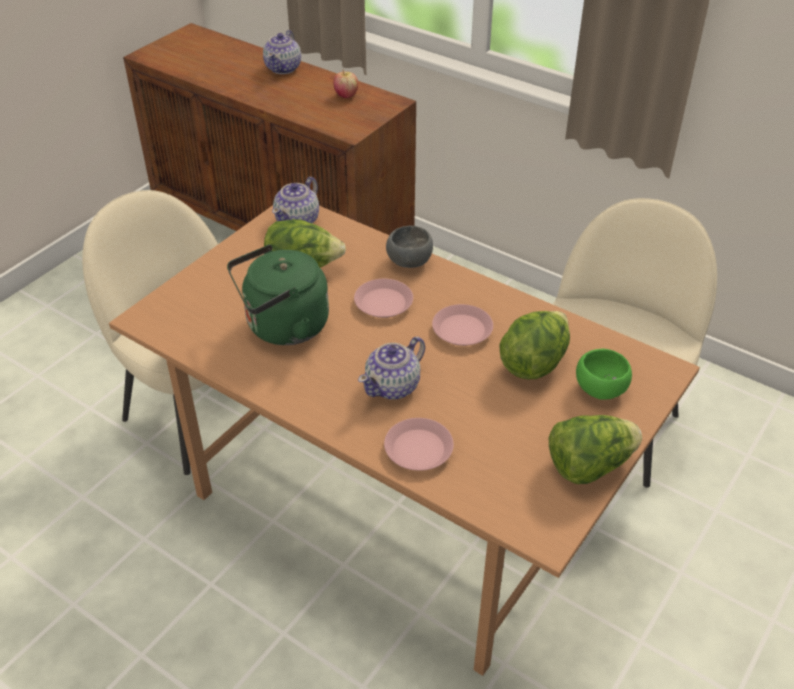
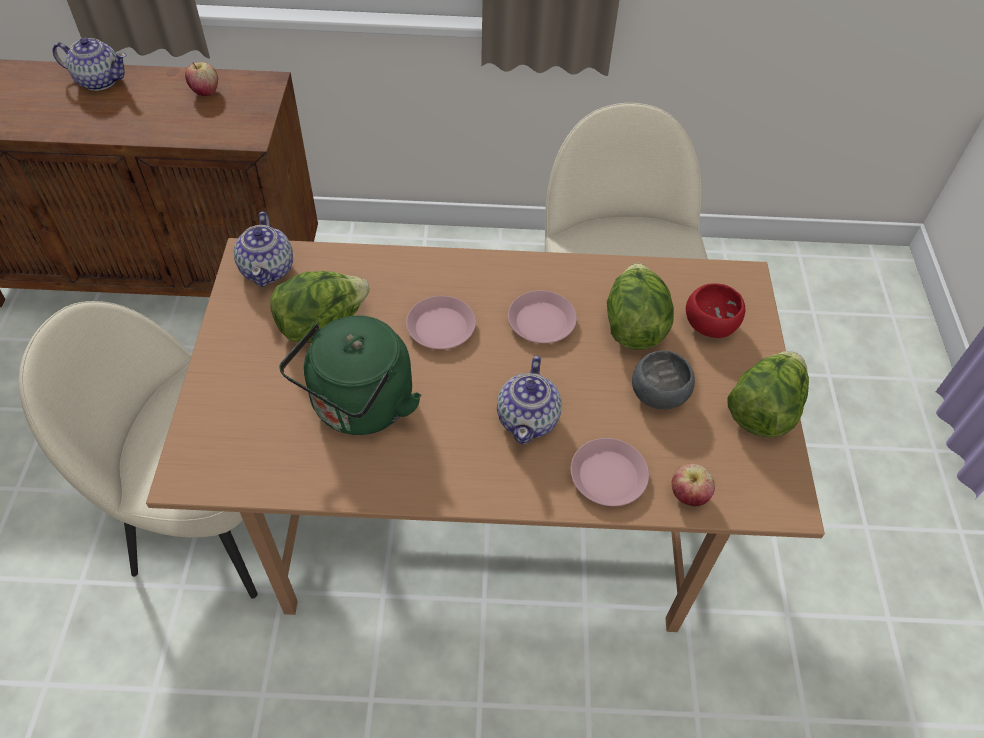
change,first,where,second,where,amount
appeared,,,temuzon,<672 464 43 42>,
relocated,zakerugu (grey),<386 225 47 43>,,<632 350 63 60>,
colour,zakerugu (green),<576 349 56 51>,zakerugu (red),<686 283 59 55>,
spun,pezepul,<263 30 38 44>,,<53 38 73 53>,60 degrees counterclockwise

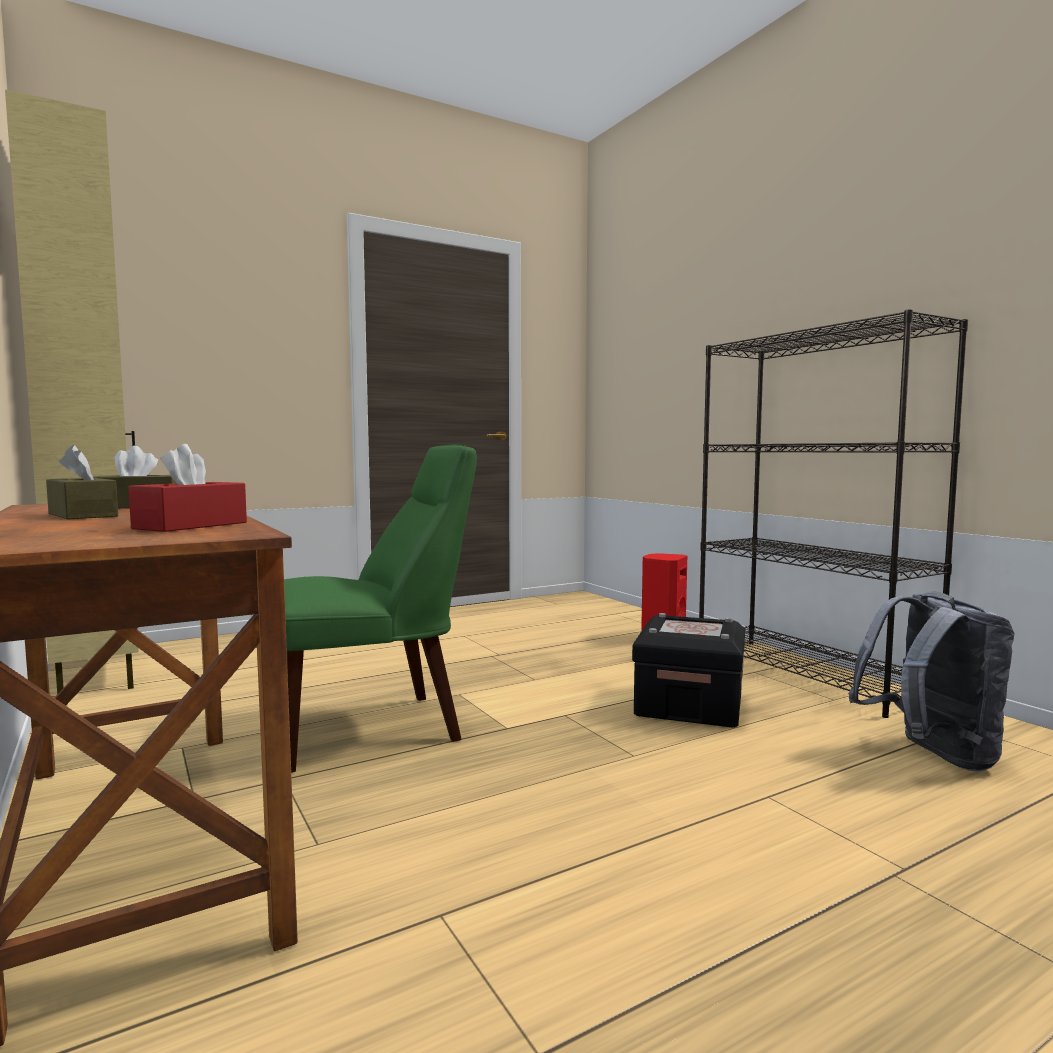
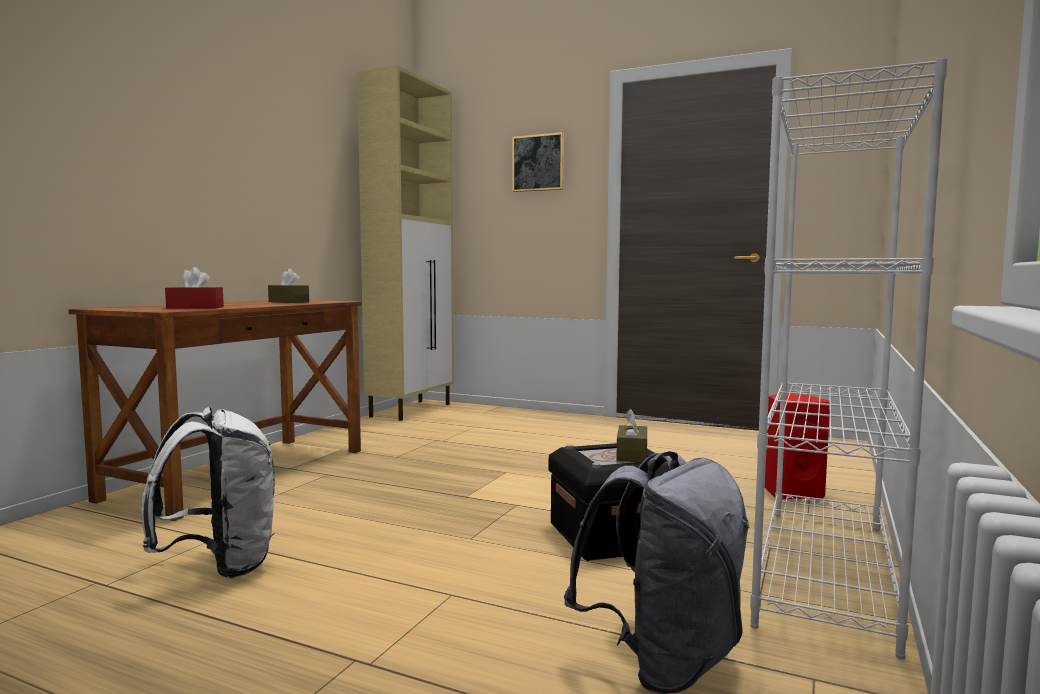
change,first,where,second,where,amount
missing,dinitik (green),<284 445 193 328>,,,
appeared,,,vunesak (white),<142 406 133 173>,
appeared,,,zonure,<512 132 52 60>,
relocated,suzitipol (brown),<46 445 72 74>,,<616 409 31 53>,
colour,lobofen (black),<699 309 269 409>,lobofen (white),<750 58 198 602>,

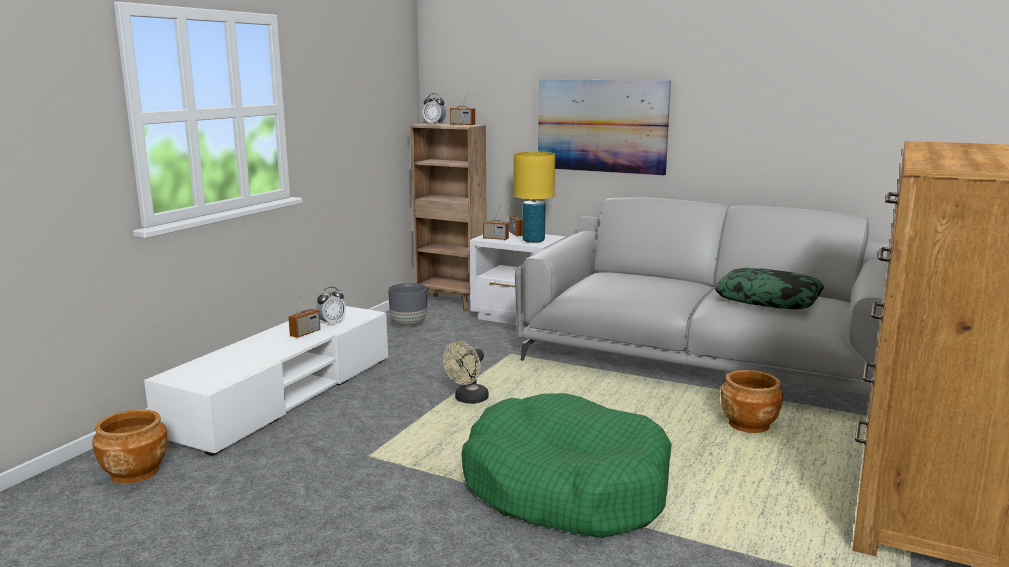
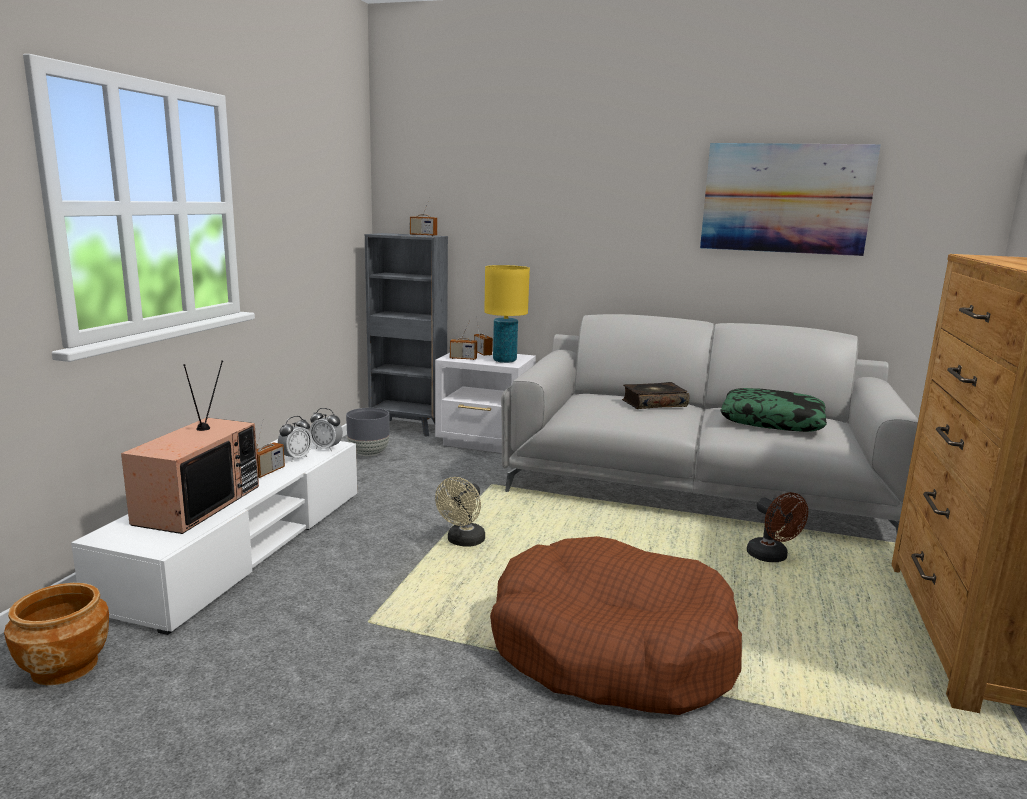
change,first,where,second,where,amount
appeared,,,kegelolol,<121 360 138 174>,
appeared,,,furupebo,<622 382 67 27>,
relocated,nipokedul,<423 93 23 32>,,<309 408 34 43>,
relocated,zonure,<538 79 133 96>,,<700 143 181 113>,
exchanged,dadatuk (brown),<721 370 63 63>,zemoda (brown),<747 492 61 70>,
colour,lobofen (brown),<410 123 76 188>,lobofen (grey),<365 233 83 204>,
colour,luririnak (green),<462 393 210 145>,luririnak (brown),<490 536 252 179>,

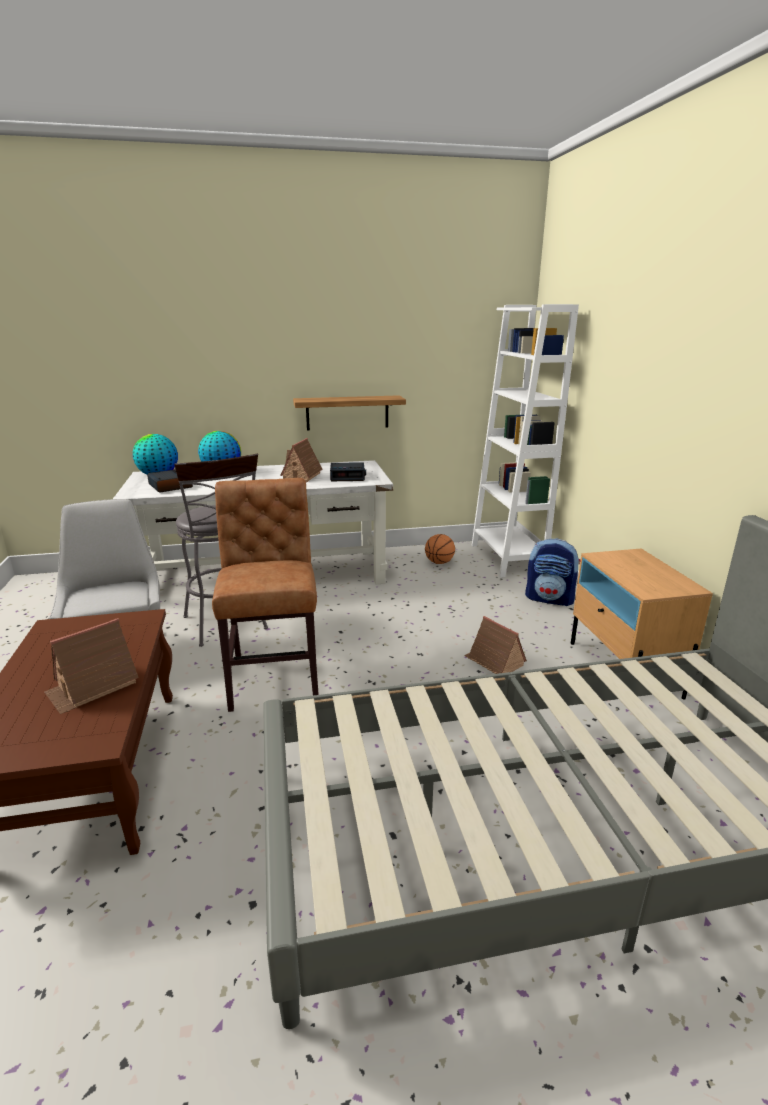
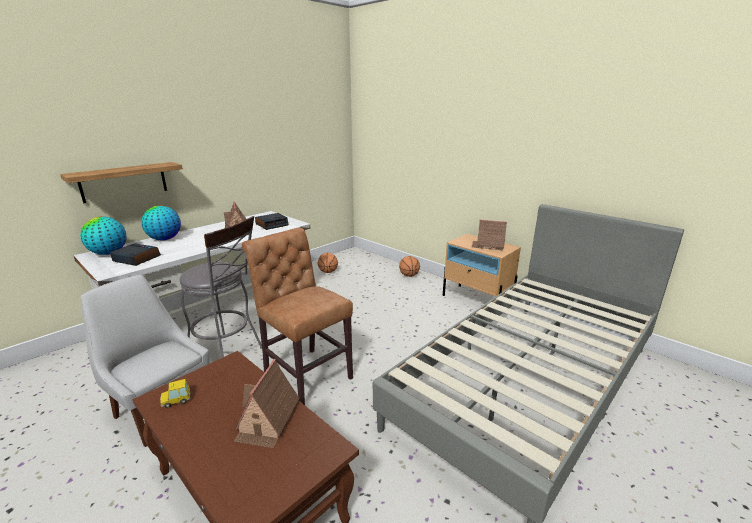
change,first,where,second,where,amount
missing,lobofen (white),<471 304 108 273>,,,
appeared,,,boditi,<160 379 30 29>,
relocated,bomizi,<293 395 113 35>,,<60 162 123 41>,
relocated,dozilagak,<464 616 63 58>,,<472 220 35 31>,
exchanged,vunesak,<525 538 56 68>,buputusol,<399 256 21 21>,

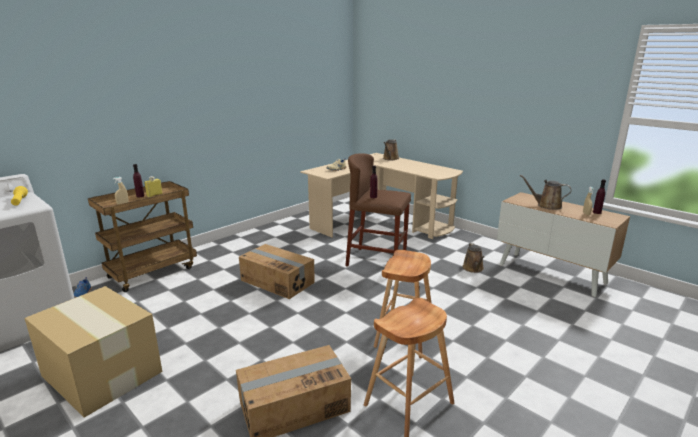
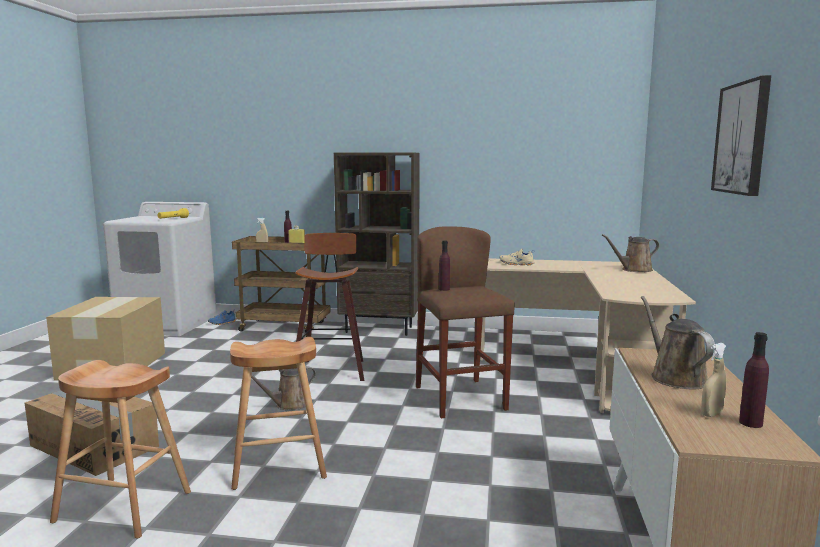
change,first,where,second,where,amount
appeared,,,lobofen (brown),<334 153 86 183>,
appeared,,,zonure,<711 75 60 121>,
relocated,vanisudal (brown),<462 243 22 30>,,<251 366 65 44>,
exchanged,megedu,<239 244 76 55>,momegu,<295 233 69 148>,

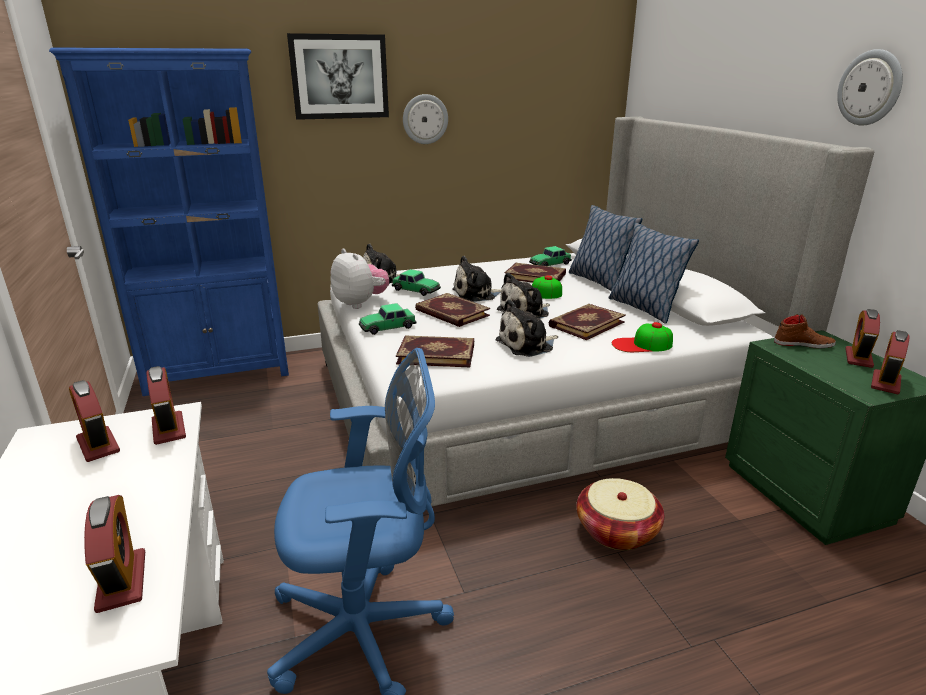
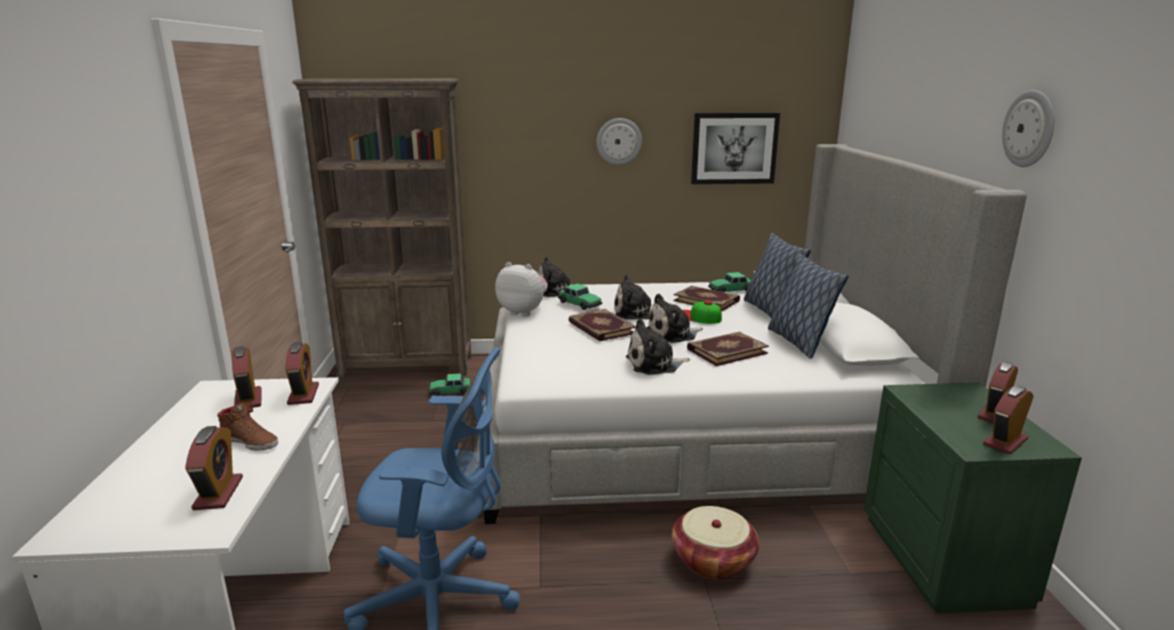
change,first,where,second,where,amount
missing,furupebo,<396 336 78 31>,,,
missing,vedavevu,<612 322 61 30>,,,
relocated,zonure,<287 33 102 87>,,<691 113 89 71>,
relocated,boditi,<359 303 57 32>,,<429 373 42 23>,
relocated,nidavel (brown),<774 314 62 34>,,<217 402 61 49>,
colour,lobofen (blue),<49 47 240 349>,lobofen (brown),<292 78 179 301>,
spun,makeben,<331 249 58 60>,,<495 262 53 54>,45 degrees counterclockwise

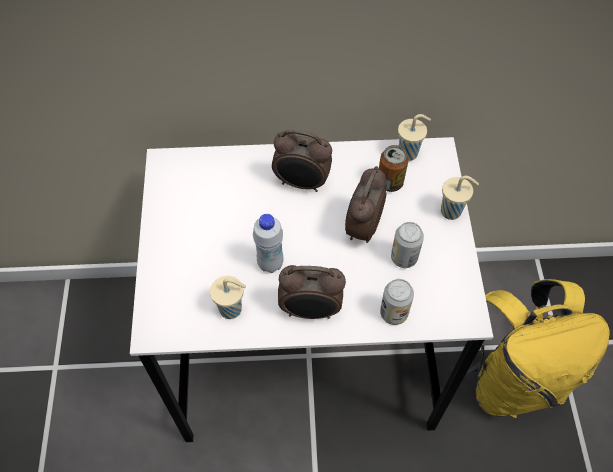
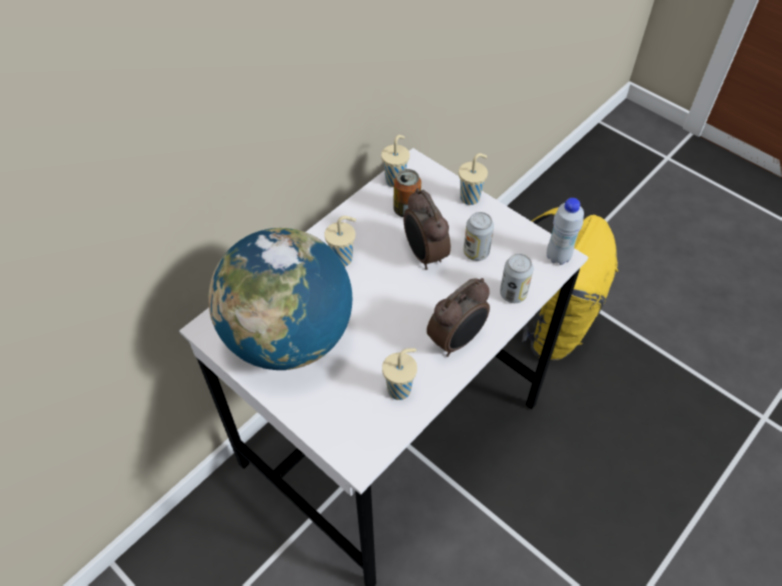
change,first,where,second,where,amount
appeared,,,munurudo,<208 228 144 142>,
relocated,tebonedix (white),<253 214 31 59>,,<547 198 37 67>,
exchanged,nipokedul,<272 129 60 63>,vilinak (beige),<324 216 32 51>,

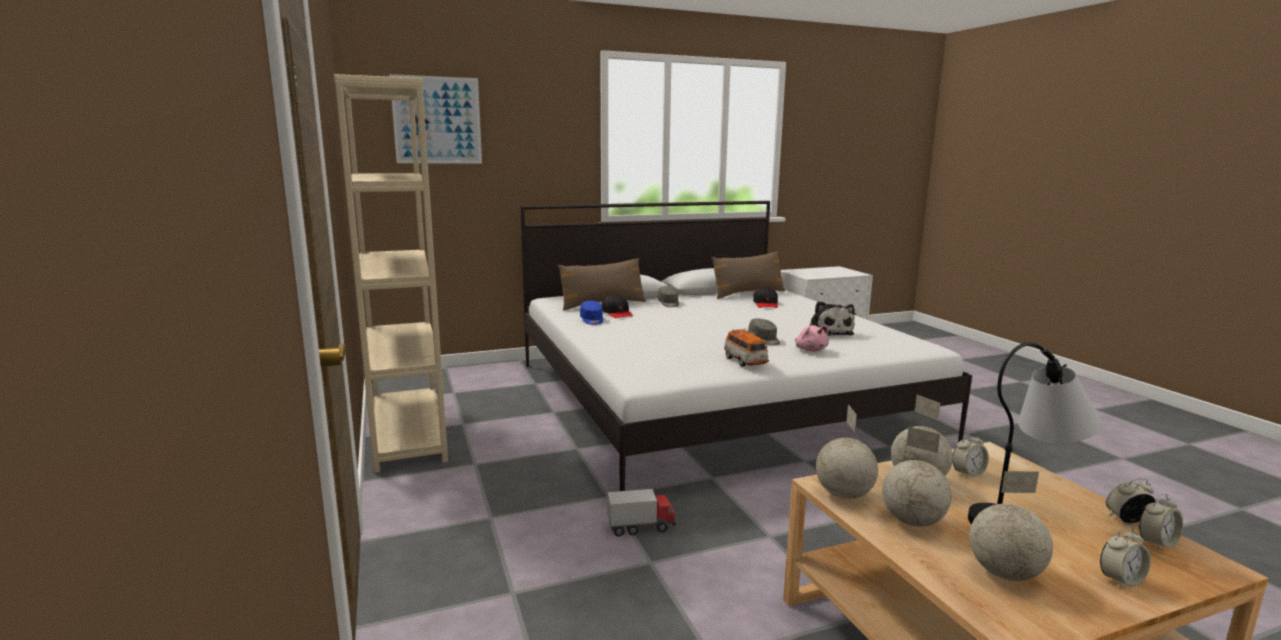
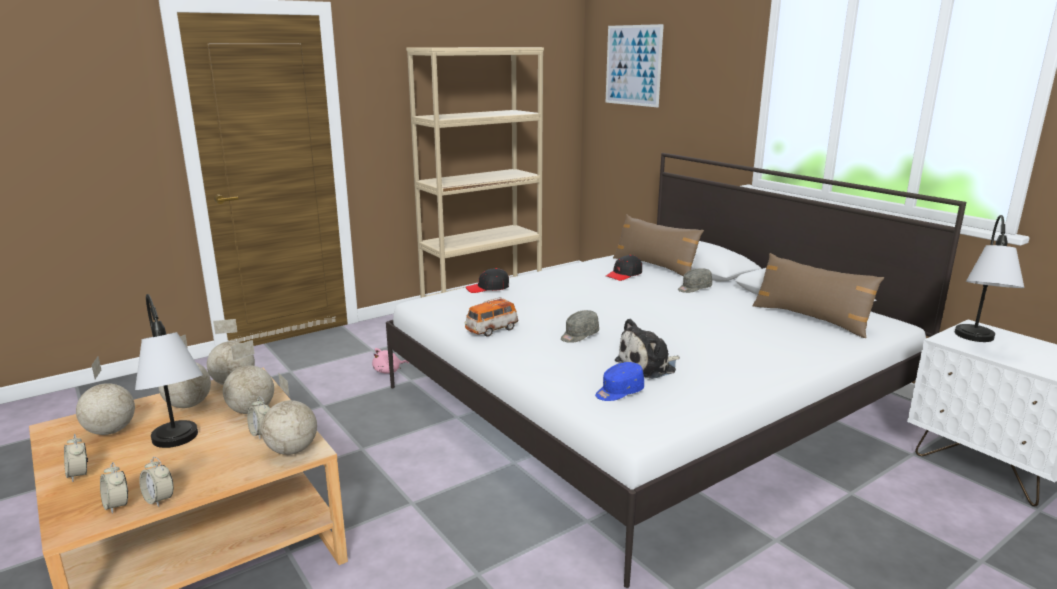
change,first,where,second,where,amount
missing,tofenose,<607 489 69 48>,,,
appeared,,,munurudo,<261 373 56 82>,
appeared,,,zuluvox,<955 215 69 127>,
relocated,vedavevu (blue),<580 301 23 24>,,<595 362 49 39>,
relocated,vedavevu (black),<753 286 25 22>,,<466 268 43 25>,
relocated,makeben (pink),<795 325 34 27>,,<372 348 37 26>,
spun,nipokedul,<1106 478 49 45>,,<139 457 35 50>,150 degrees clockwise

